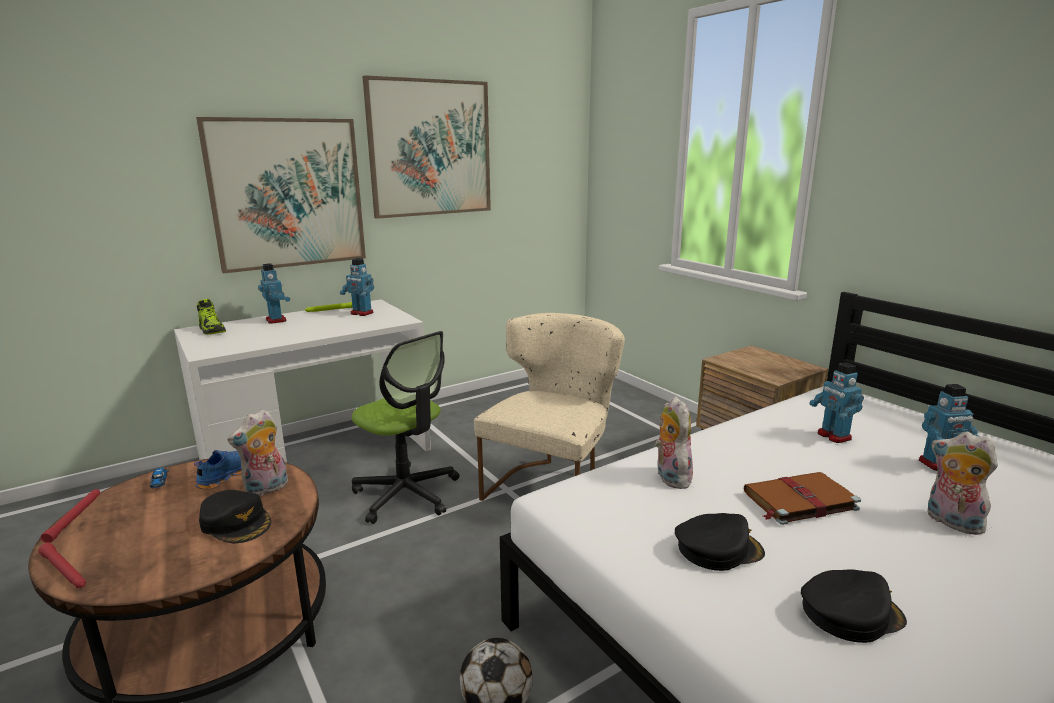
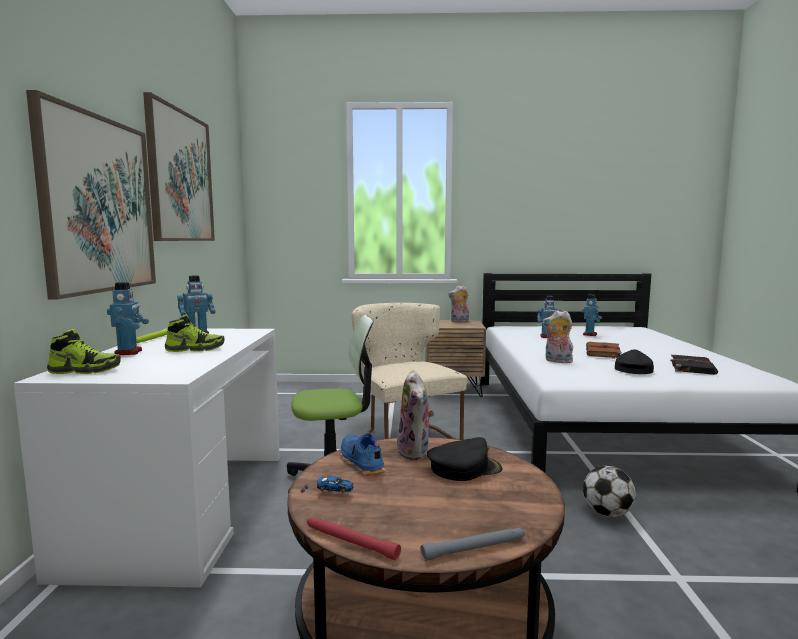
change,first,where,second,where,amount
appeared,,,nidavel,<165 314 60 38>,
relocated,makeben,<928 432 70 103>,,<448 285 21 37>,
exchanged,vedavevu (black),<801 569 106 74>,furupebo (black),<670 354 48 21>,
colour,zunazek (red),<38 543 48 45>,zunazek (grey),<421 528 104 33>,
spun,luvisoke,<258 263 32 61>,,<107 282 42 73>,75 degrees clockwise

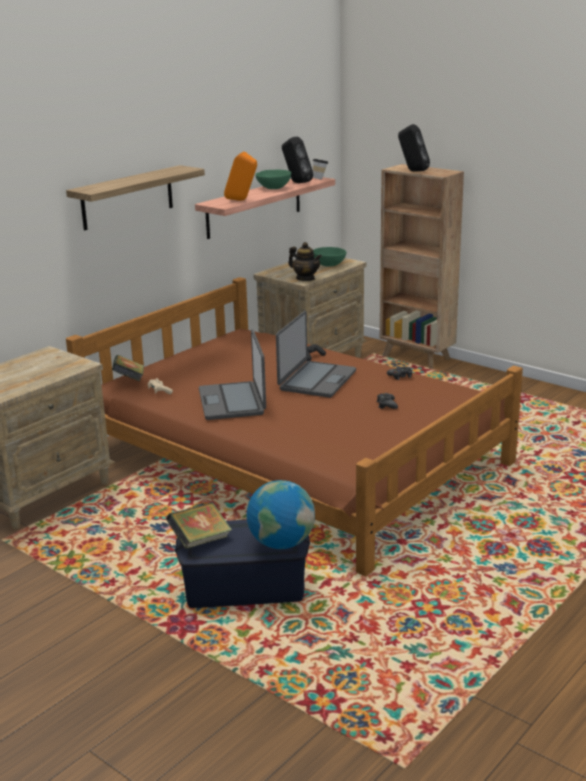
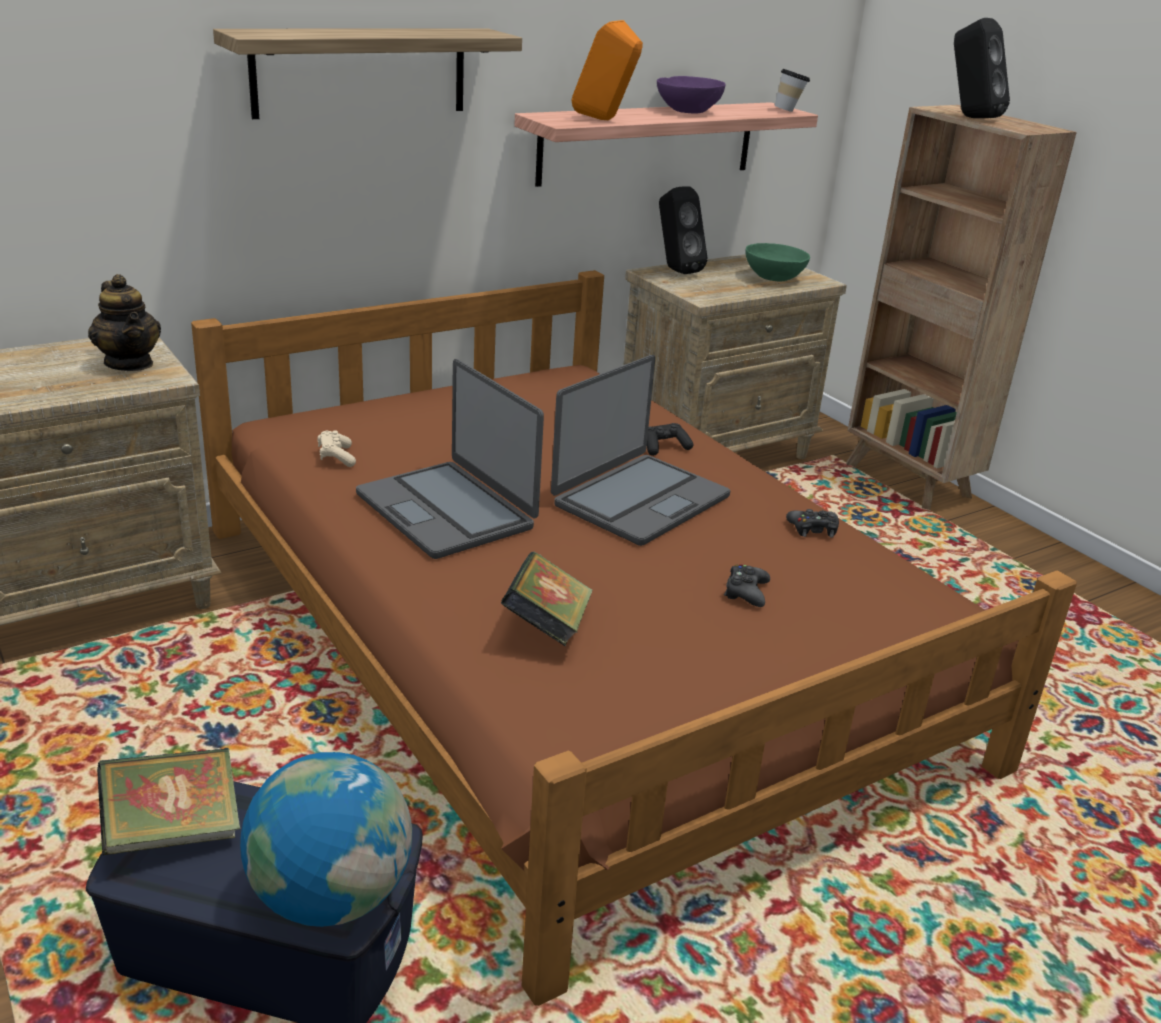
change,first,where,second,where,amount
relocated,furupebo,<112 355 32 27>,,<501 552 92 95>,
relocated,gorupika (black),<282 137 31 46>,,<659 186 49 88>,
relocated,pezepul,<288 242 34 39>,,<88 274 73 97>,
colour,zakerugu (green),<255 170 36 19>,zakerugu (purple),<657 76 68 38>,
spun,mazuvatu,<199 329 67 91>,,<356 359 188 200>,45 degrees counterclockwise

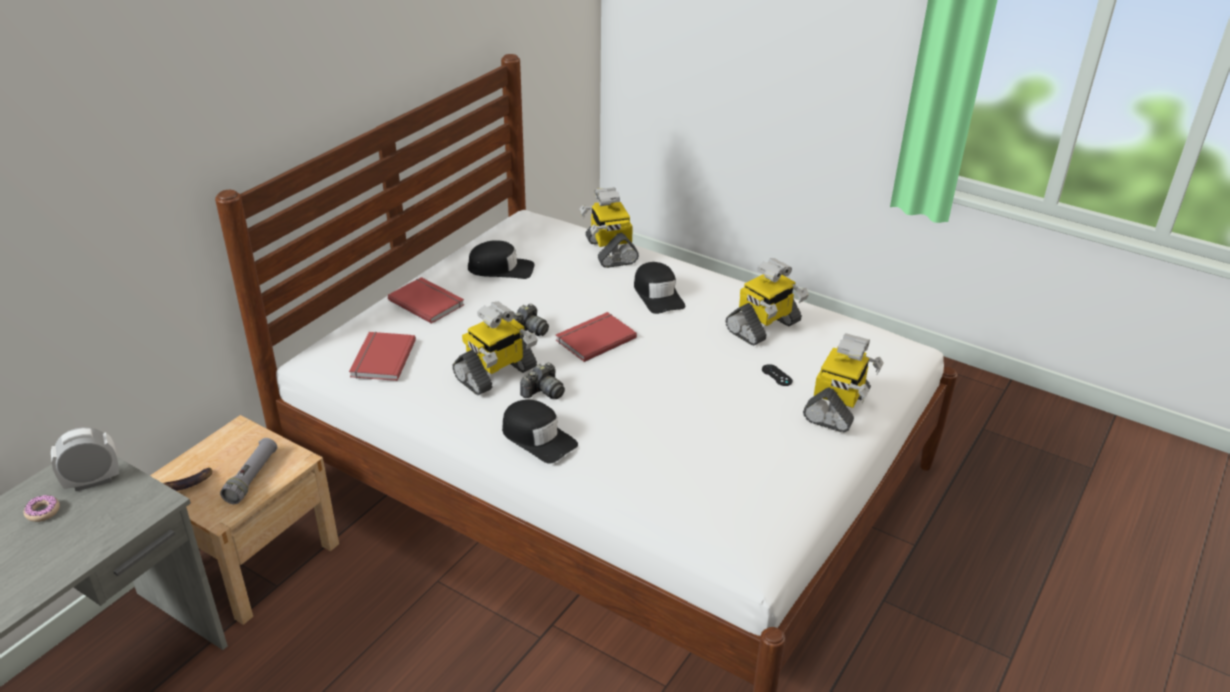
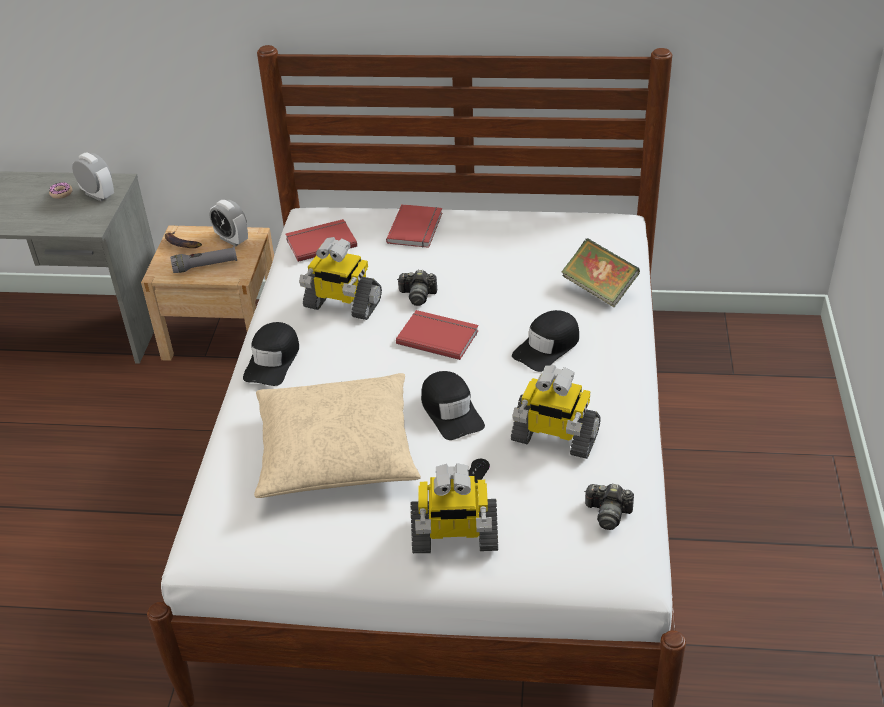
change,first,where,second,where,amount
appeared,,,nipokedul,<209 200 39 46>,
appeared,,,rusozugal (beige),<254 373 167 125>,
relocated,vedavevu (black),<468 240 67 39>,,<421 371 64 69>,
relocated,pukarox,<520 363 45 36>,,<584 484 50 46>,
exchanged,luvisoke,<579 187 60 81>,furupebo,<562 238 78 70>,

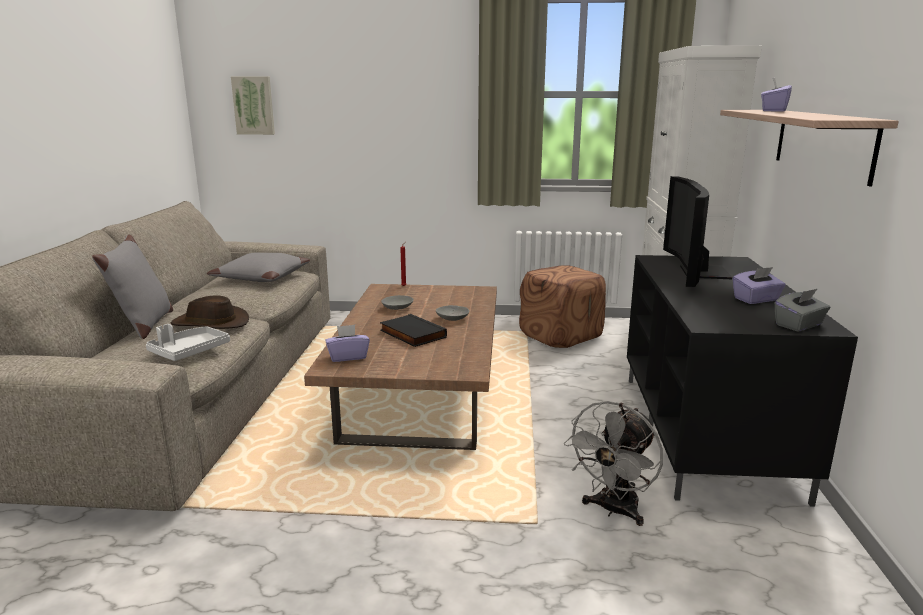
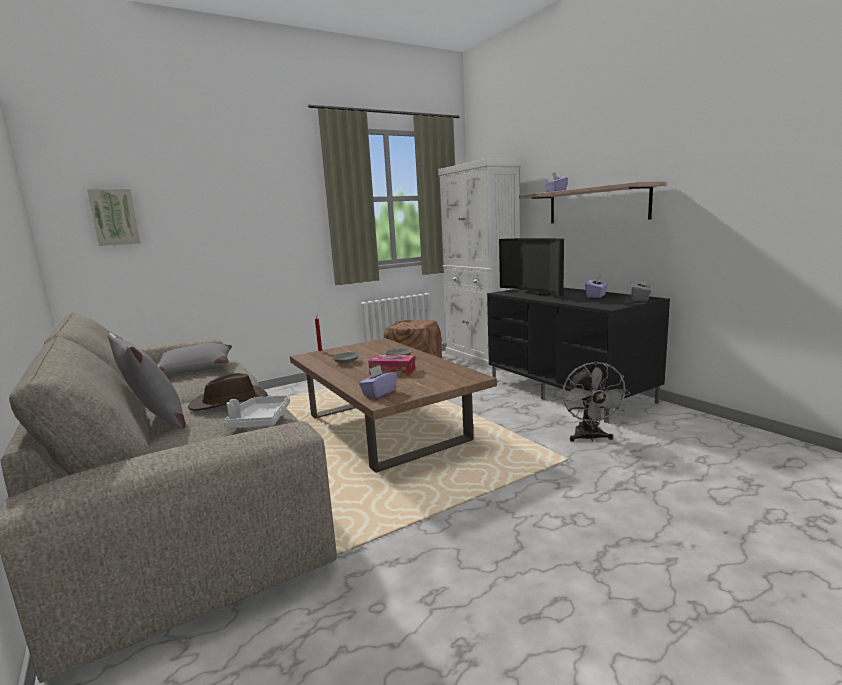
change,first,where,second,where,amount
exchanged,furupebo (black),<380 314 67 33>,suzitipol,<368 355 47 20>,

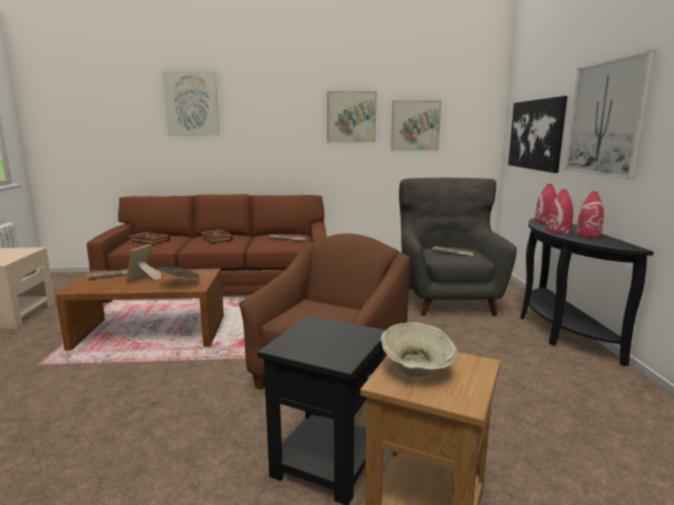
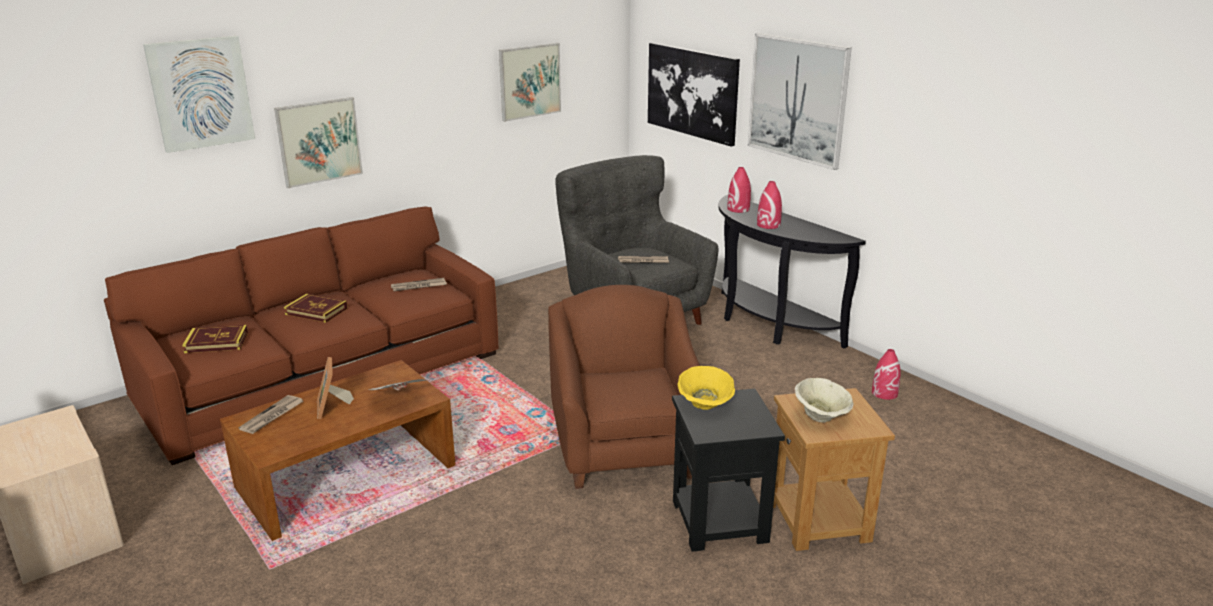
change,first,where,second,where,amount
appeared,,,zakerugu (yellow),<678 366 57 44>,
relocated,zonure,<327 91 50 52>,,<274 97 89 91>,
relocated,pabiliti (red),<576 192 28 45>,,<872 349 29 51>,

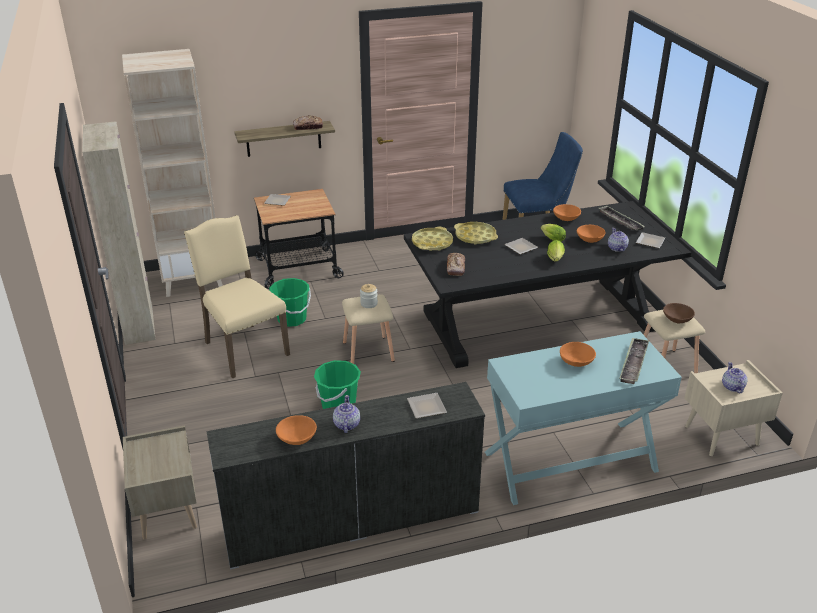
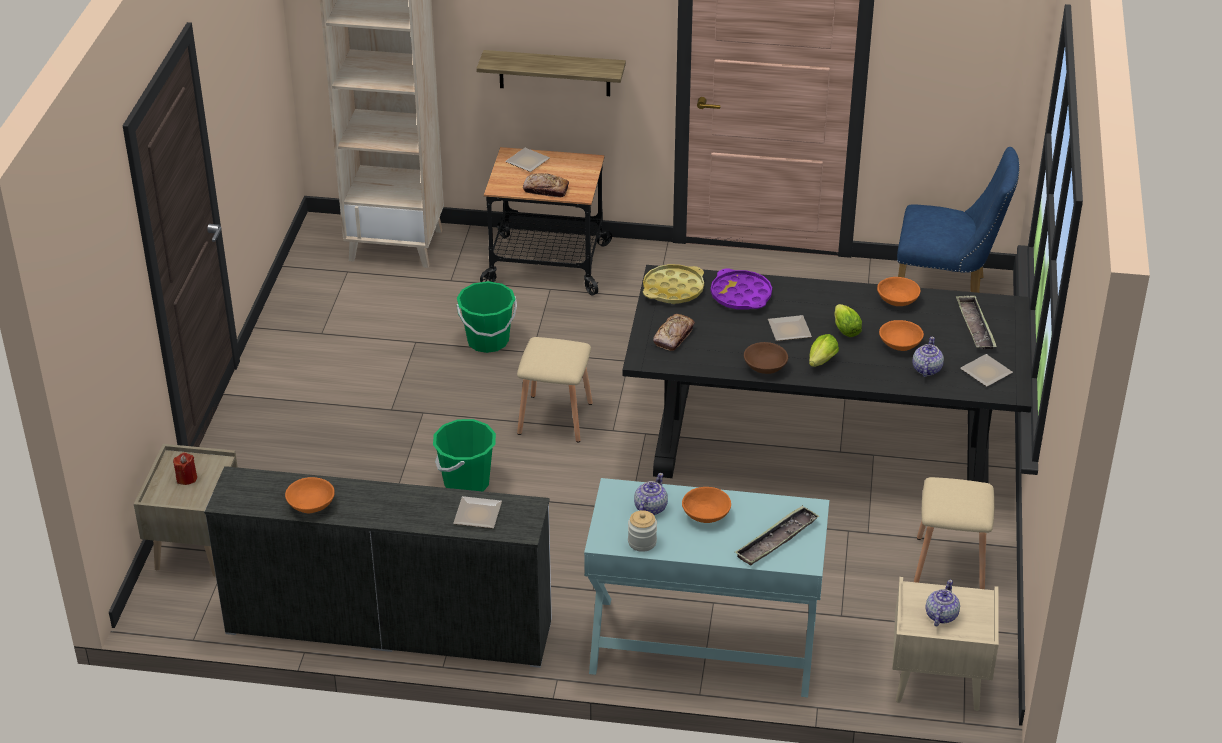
change,first,where,second,where,amount
missing,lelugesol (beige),<82 121 74 224>,,,
missing,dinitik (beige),<184 215 106 163>,,,
appeared,,,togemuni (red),<173 452 24 33>,
relocated,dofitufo,<293 115 30 15>,,<523 173 46 24>,
relocated,pezepul,<333 395 27 38>,,<634 473 34 42>,
relocated,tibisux,<360 284 18 24>,,<628 510 29 42>,
relocated,zakerugu (brown),<663 303 32 21>,,<744 342 44 32>,
colour,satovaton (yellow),<454 222 44 23>,satovaton (purple),<711 269 61 41>,

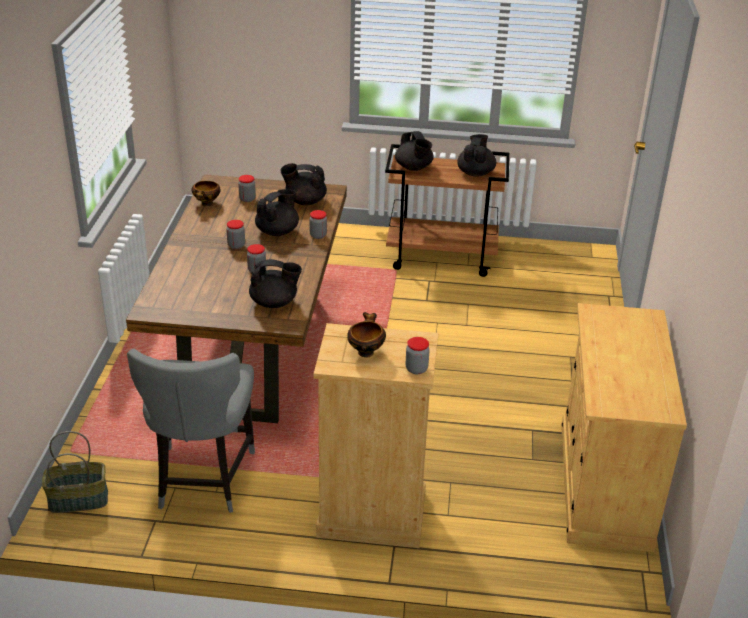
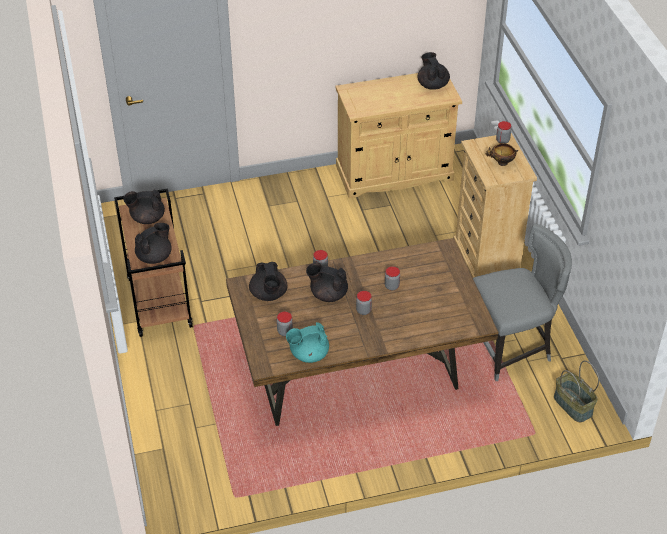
change,first,where,second,where,amount
relocated,pezepul (black),<249 259 53 49>,,<417 52 33 38>,
exchanged,zakerugu,<191 181 30 25>,pezepul (turquoise),<286 322 43 41>,

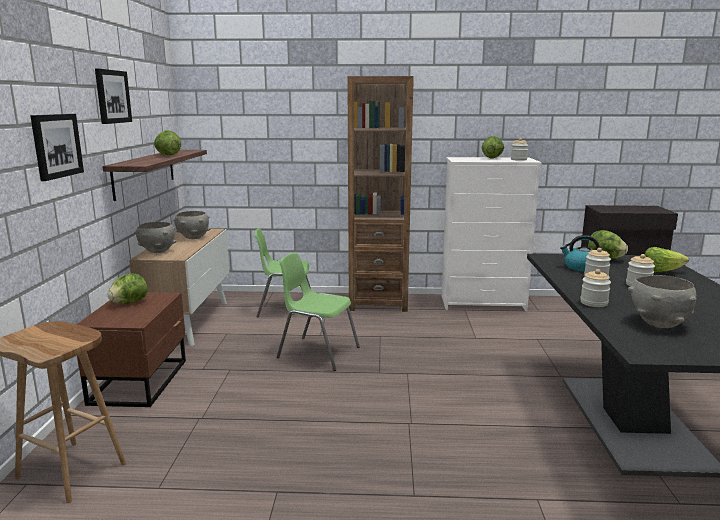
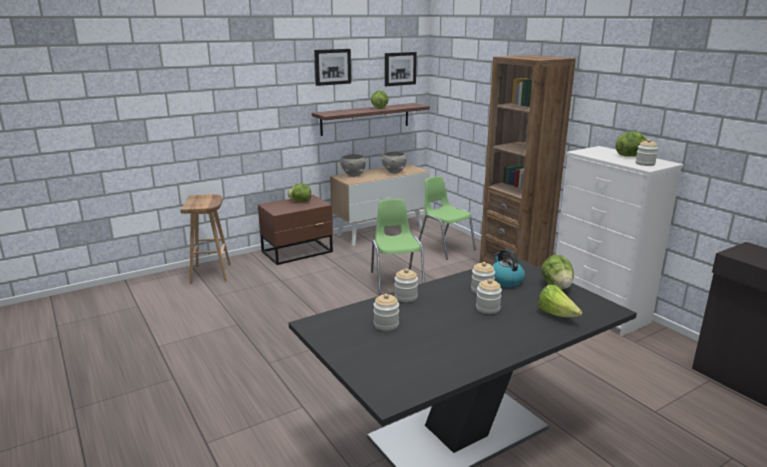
change,first,where,second,where,amount
relocated,zonure,<30 114 54 67>,,<385 52 32 34>,
exchanged,zakerugu (grey),<628 275 69 53>,tibisux,<373 294 26 37>,

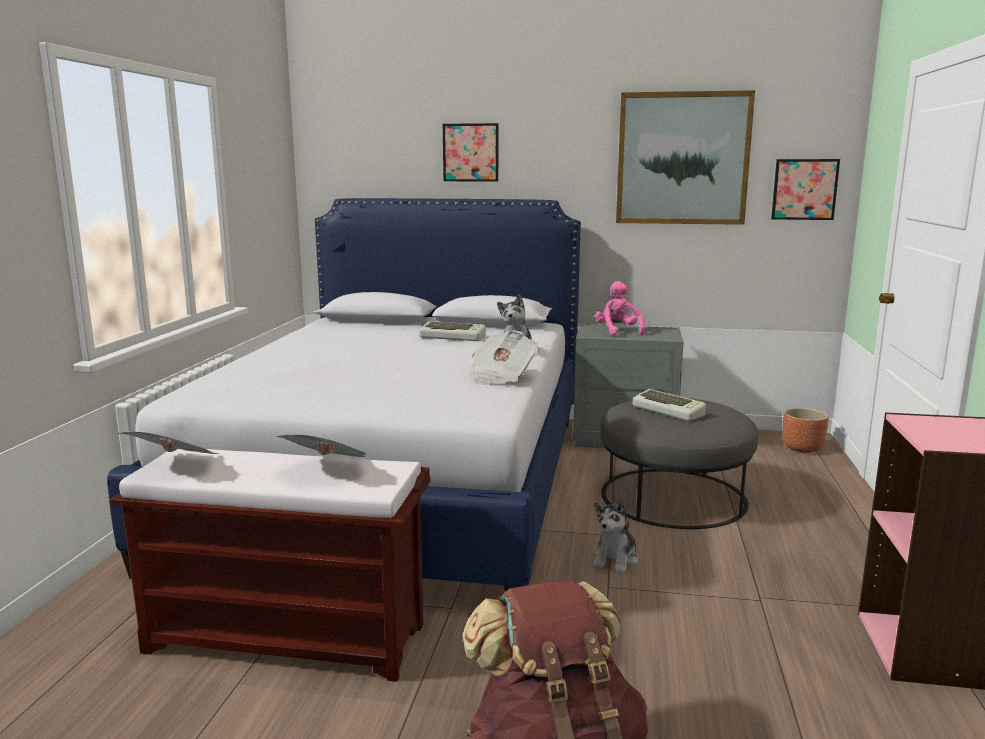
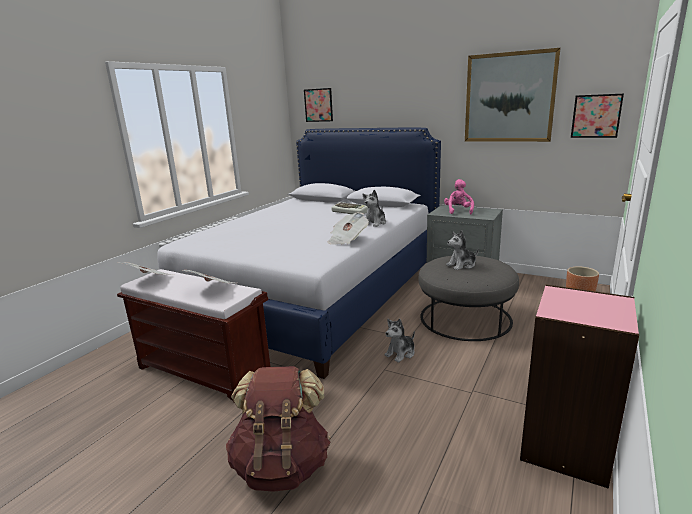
change,first,where,second,where,amount
relocated,zonure,<443 123 55 59>,,<304 88 29 34>,
exchanged,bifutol,<633 389 73 32>,makeben,<446 230 33 40>,

